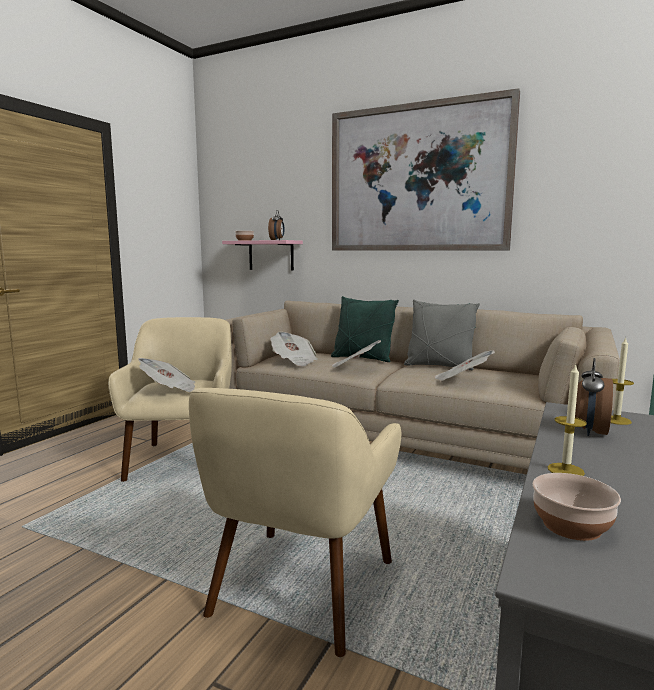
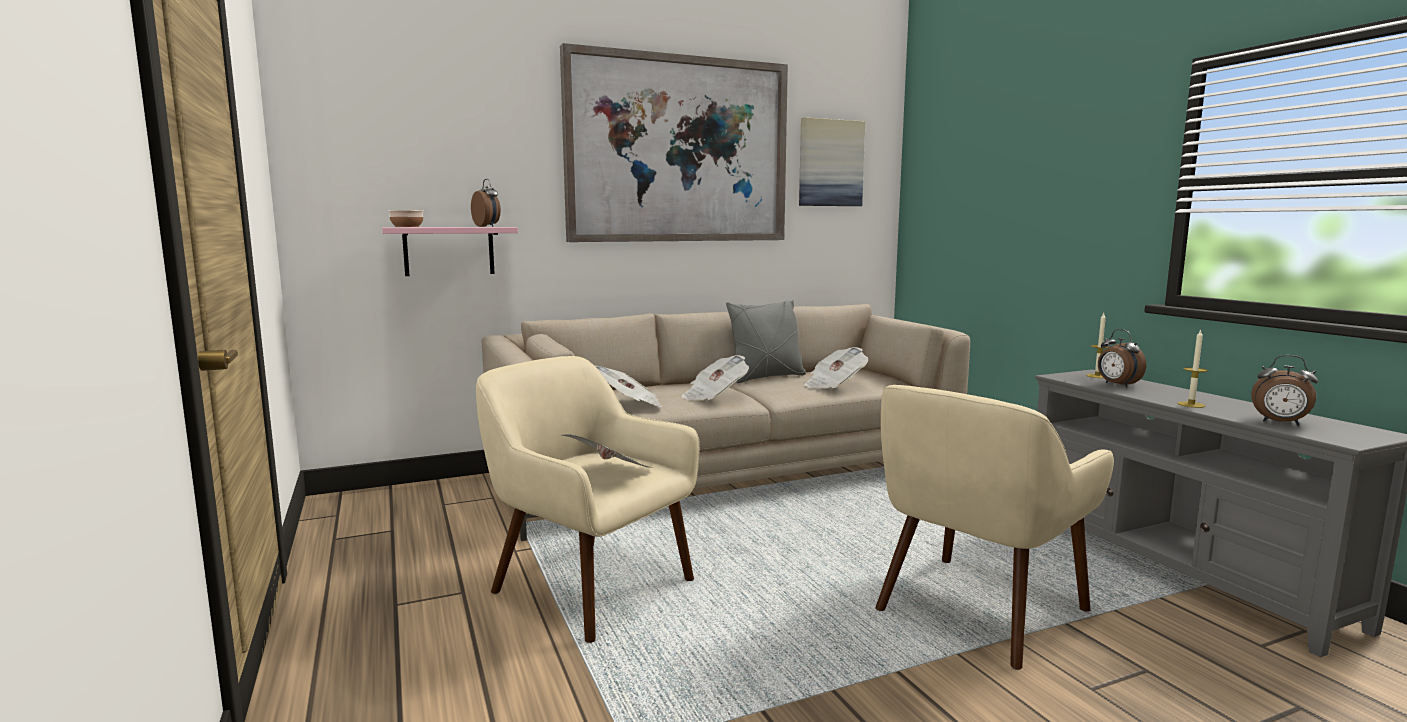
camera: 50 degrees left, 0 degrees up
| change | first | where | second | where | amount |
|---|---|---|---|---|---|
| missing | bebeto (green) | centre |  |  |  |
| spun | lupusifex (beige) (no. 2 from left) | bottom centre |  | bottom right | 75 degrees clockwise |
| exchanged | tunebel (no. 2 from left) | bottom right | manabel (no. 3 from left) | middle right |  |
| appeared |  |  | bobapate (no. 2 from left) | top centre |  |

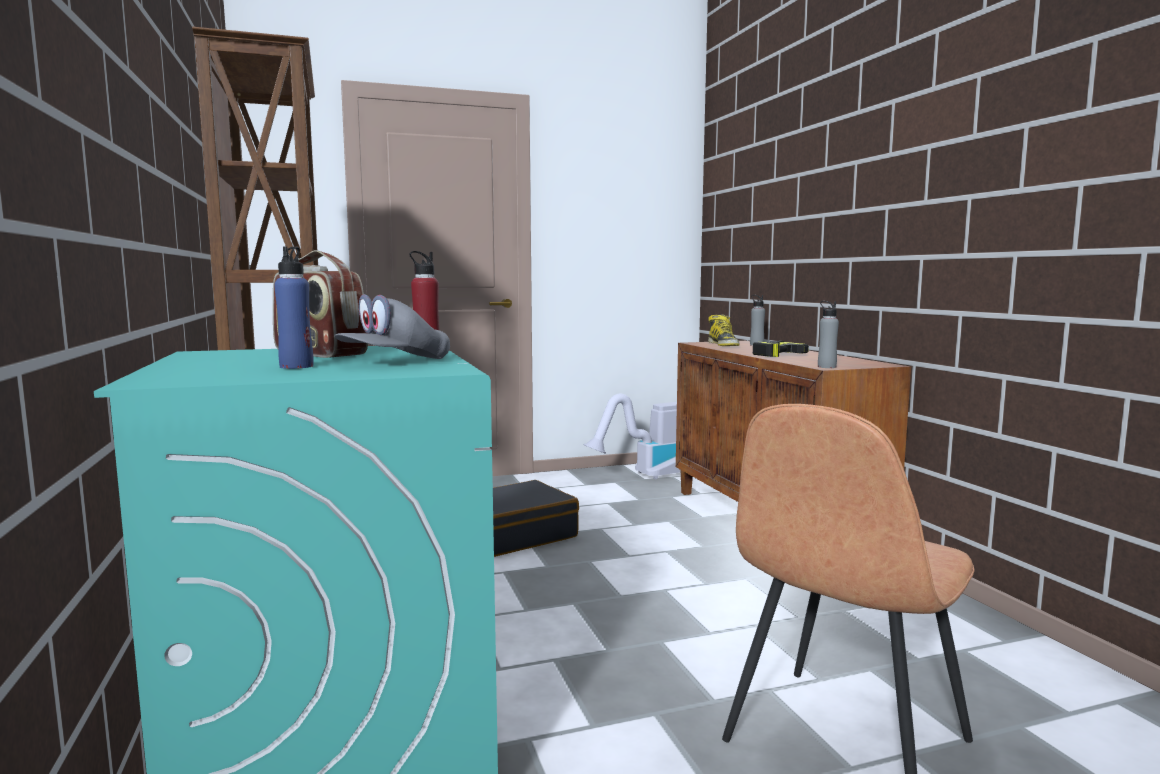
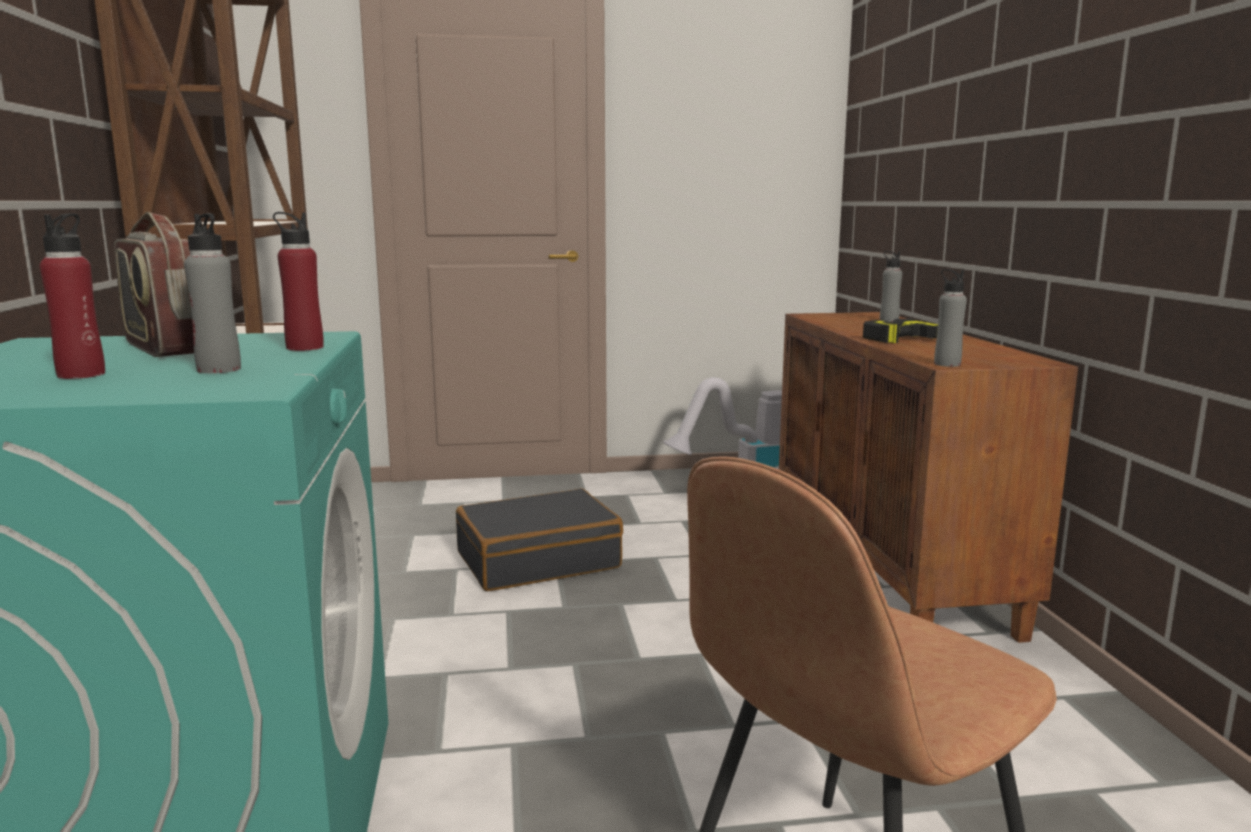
camera: 10 degrees right, 5 degrees up
| change | first | where | second | where | amount |
|---|---|---|---|---|---|
| colour | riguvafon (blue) | middle left | riguvafon (red) (no. 1 from left) | middle left |  |
| exchanged | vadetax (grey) | centre | riguvafon (grey) (no. 1 from left) | middle left |  |
| missing | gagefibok | centre |  |  |  |

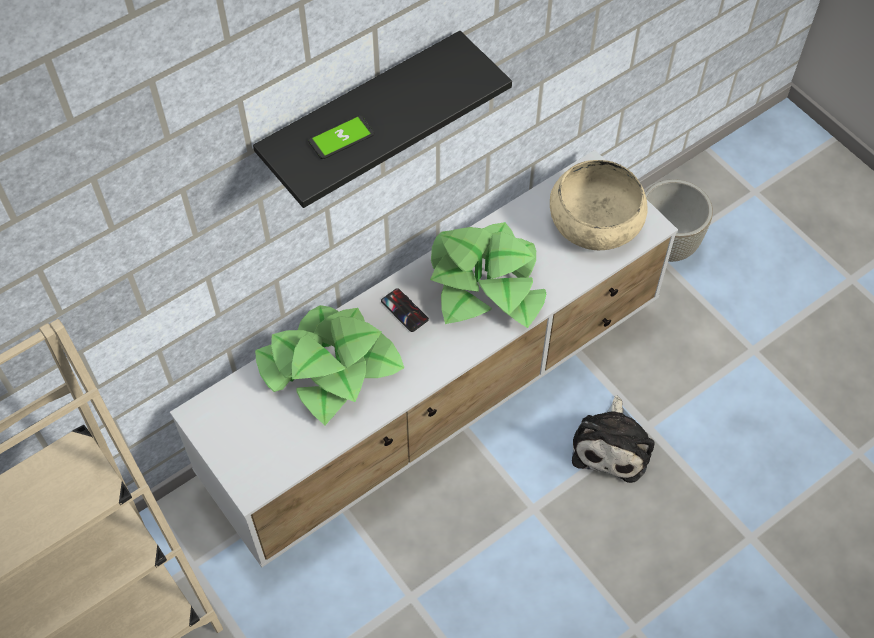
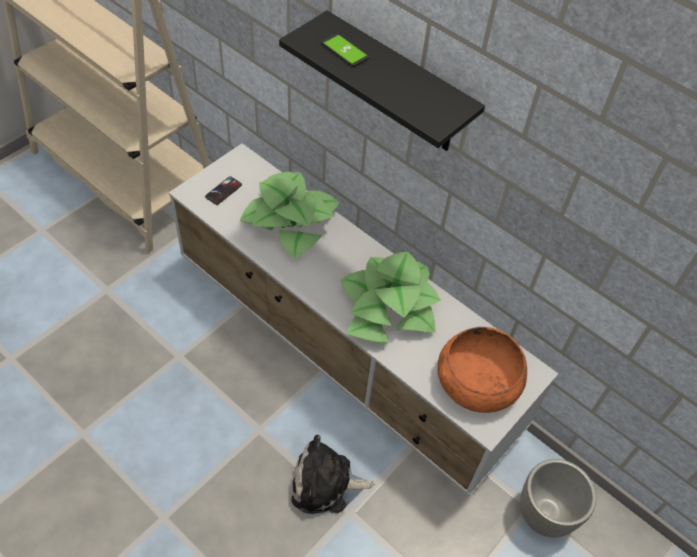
camera: 75 degrees right, 5 degrees down
| change | first | where | second | where | amount |
|---|---|---|---|---|---|
| colour | tunebel (beige) | top right | tunebel (orange) | middle right |  |
| relocated | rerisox (no. 2 from left in the first image) | centre | rerisox (no. 1 from left) | middle left |  |

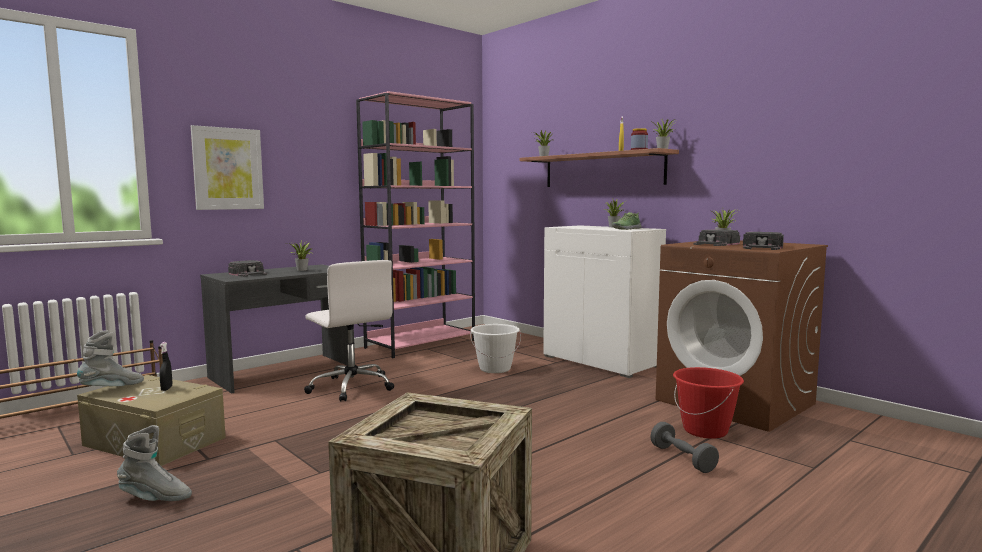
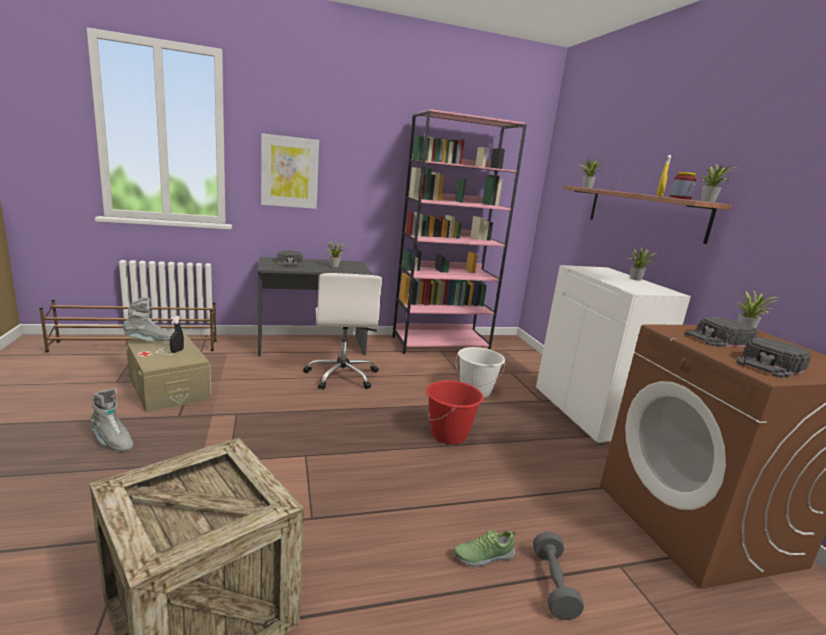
camera: 25 degrees right, 10 degrees up
| change | first | where | second | where | amount |
|---|---|---|---|---|---|
| relocated | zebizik | centre |  | bottom centre |  |
| relocated | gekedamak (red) | bottom right |  | centre |  |

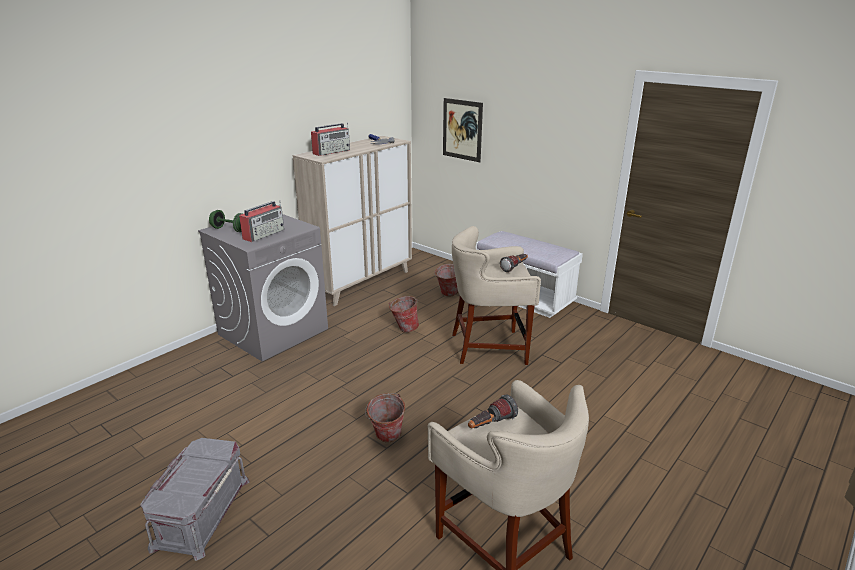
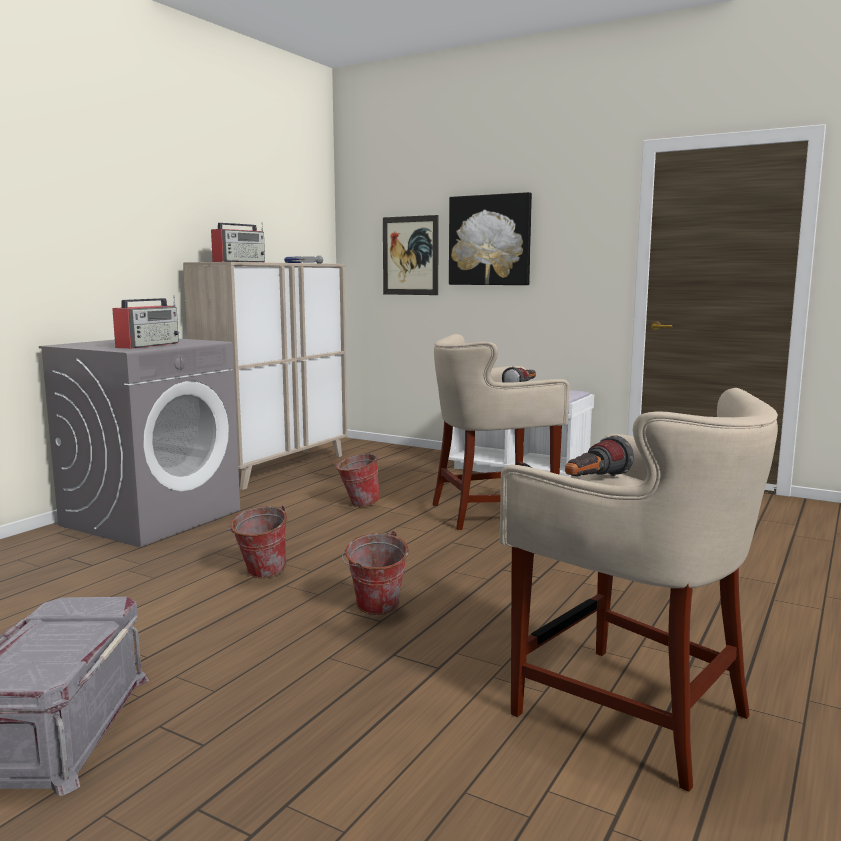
camera: 10 degrees left, 15 degrees down
| change | first | where | second | where | amount |
|---|---|---|---|---|---|
| missing | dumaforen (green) | middle left |  |  |  |
| relocated | gekedamak (no. 3 from left in the first image) | centre | gekedamak (no. 1 from left) | middle left |  |
| appeared |  |  | bobapate (no. 2 from left) | top centre |  |

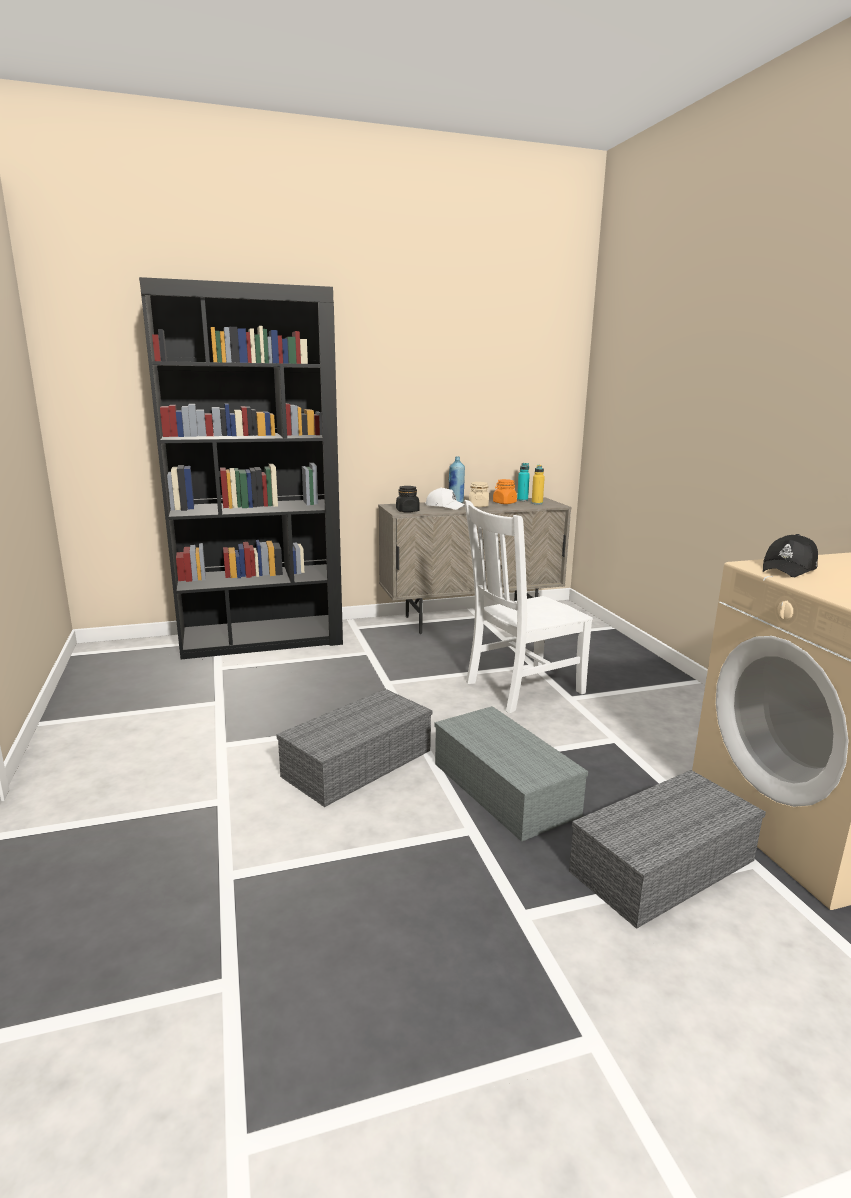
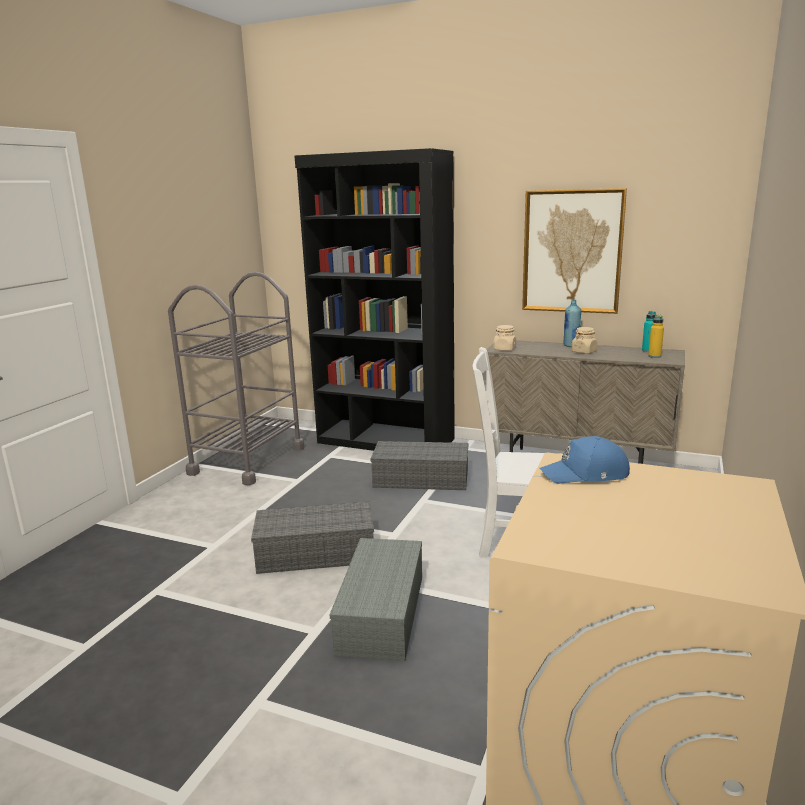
camera: 40 degrees right, 0 degrees up
| change | first | where | second | where | amount |
|---|---|---|---|---|---|
| missing | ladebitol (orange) | centre |  |  |  |
| colour | ladebitol (black) | centre | ladebitol (beige) (no. 1 from left) | centre |  |
| missing | vadetax (white) | centre |  |  |  |
| colour | vadetax (black) | middle right | vadetax (blue) | middle right |  |
| relocated | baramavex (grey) (no. 3 from left) | bottom right |  | centre |  |
| appeared |  |  | bobapate | top right |  |
| appeared |  |  | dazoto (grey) | middle left |  |

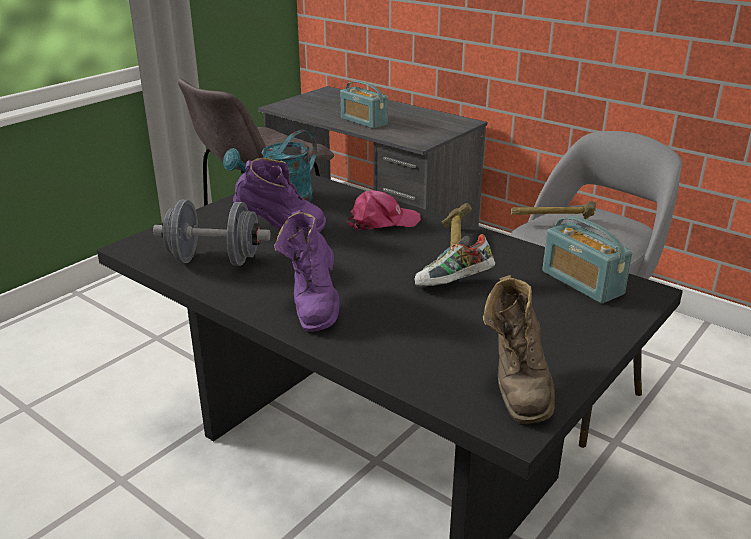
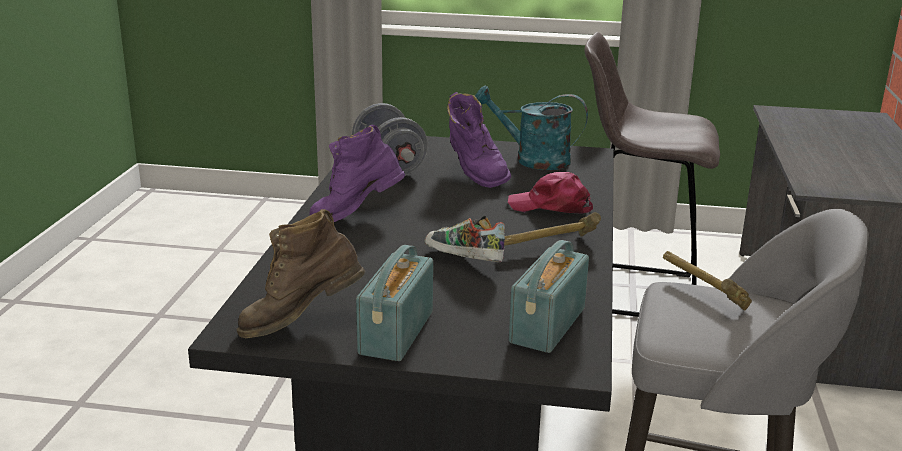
camera: 60 degrees right, 5 degrees down
| change | first | where | second | where | amount |
|---|---|---|---|---|---|
| relocated | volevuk (no. 1 from left) | top centre |  | bottom centre |  |
| spun | vadetax (pink) | centre |  | centre | 150 degrees clockwise |

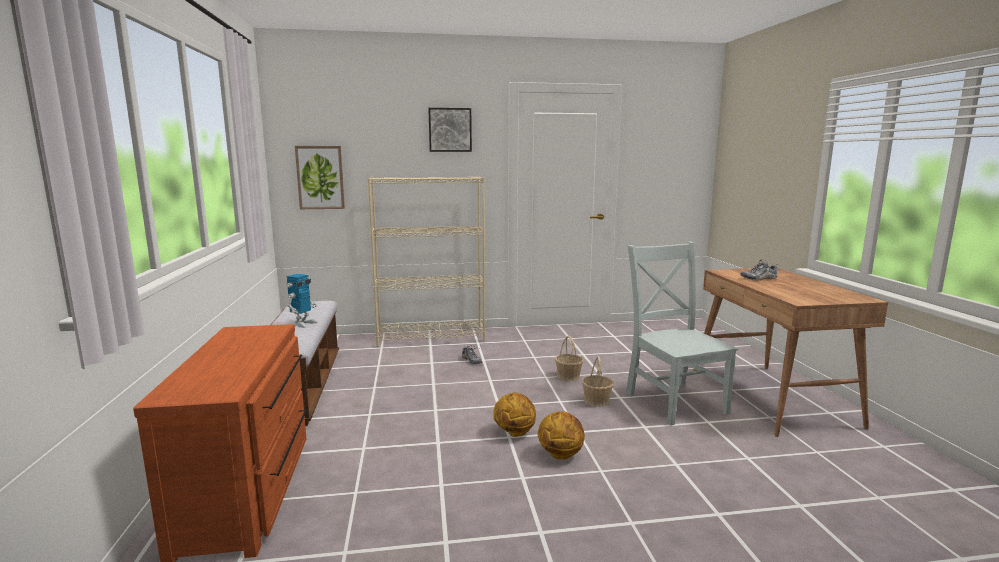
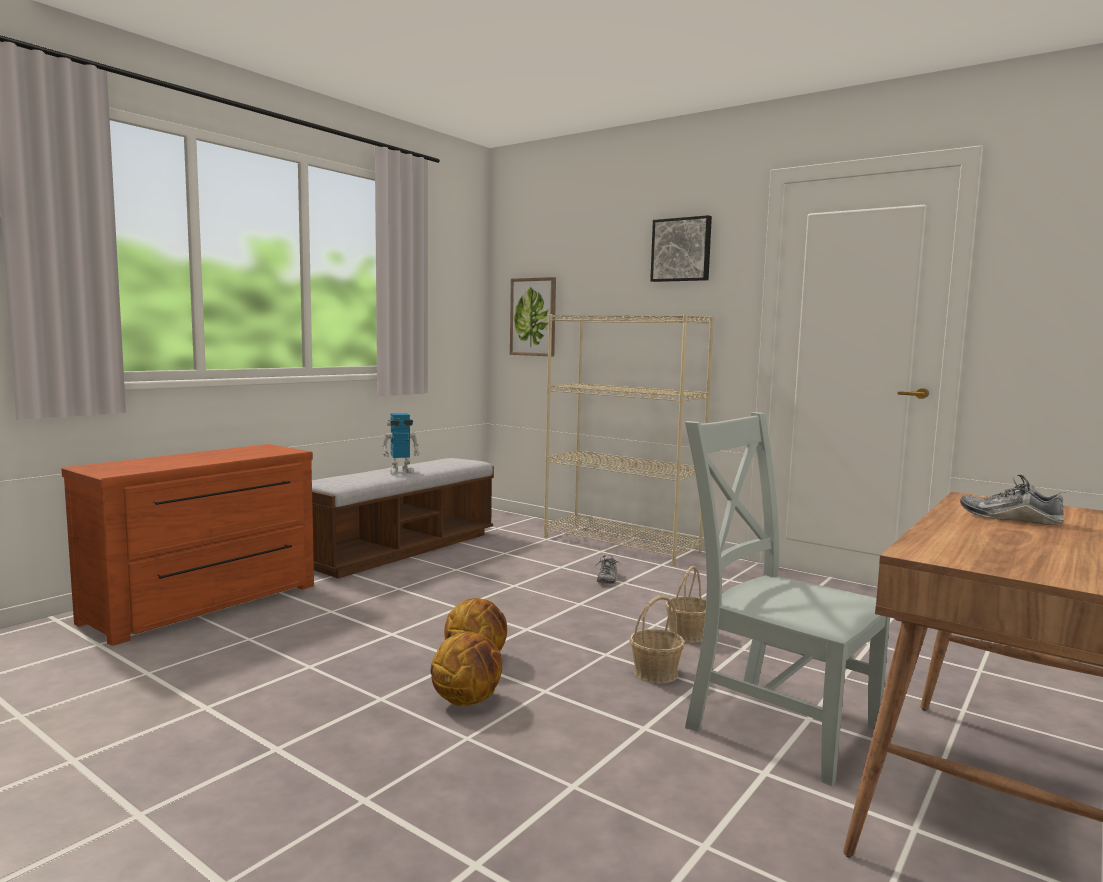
camera: 45 degrees right, 5 degrees down
| change | first | where | second | where | amount |
|---|---|---|---|---|---|
| spun | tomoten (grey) | middle right |  | bottom right | 75 degrees counterclockwise |

